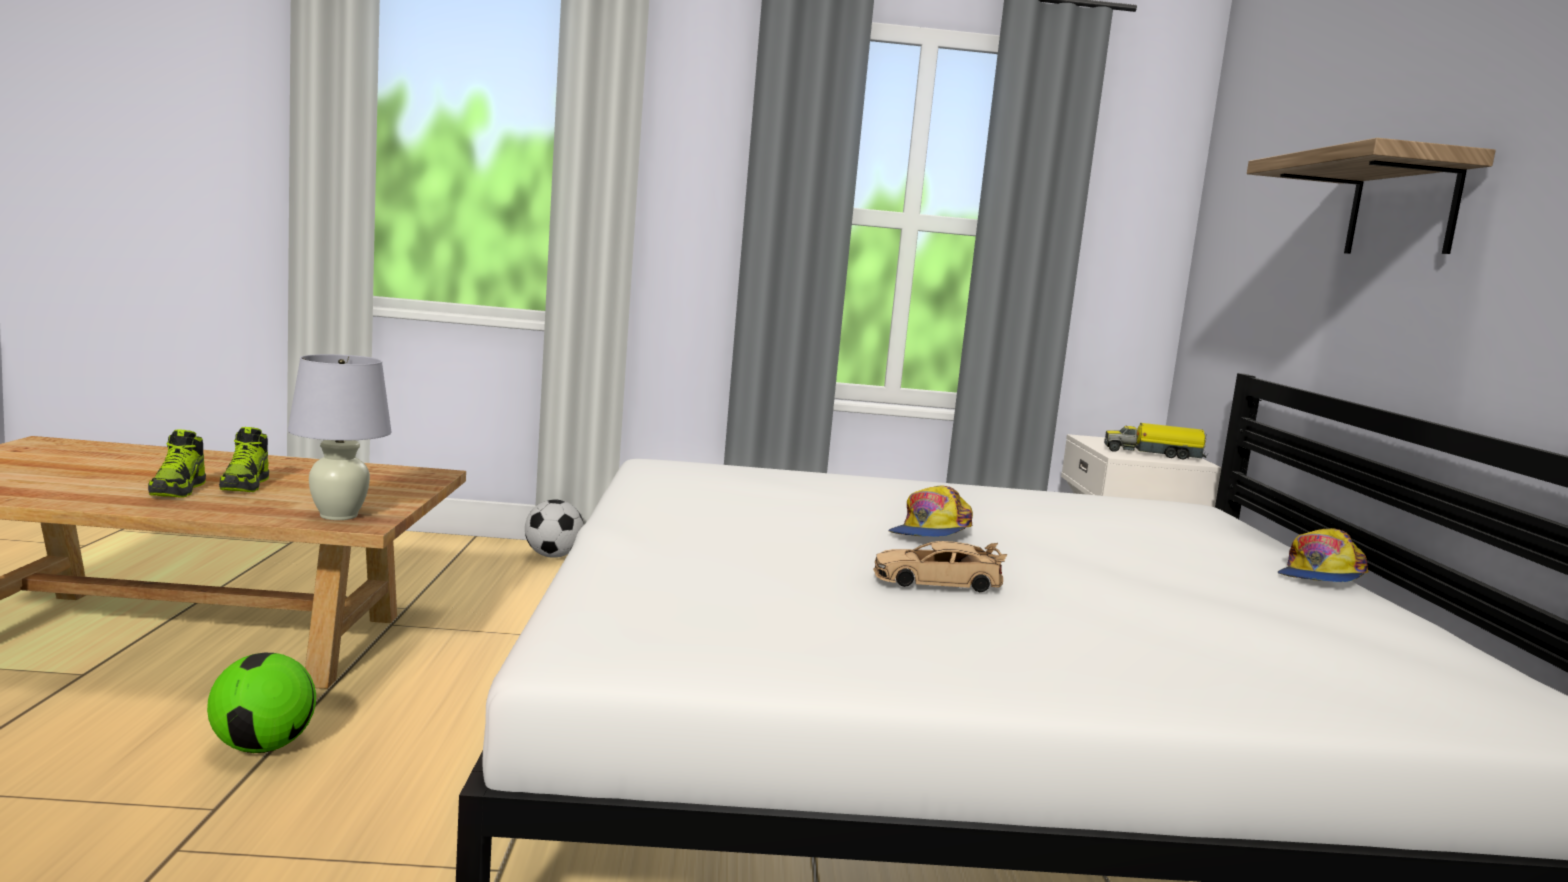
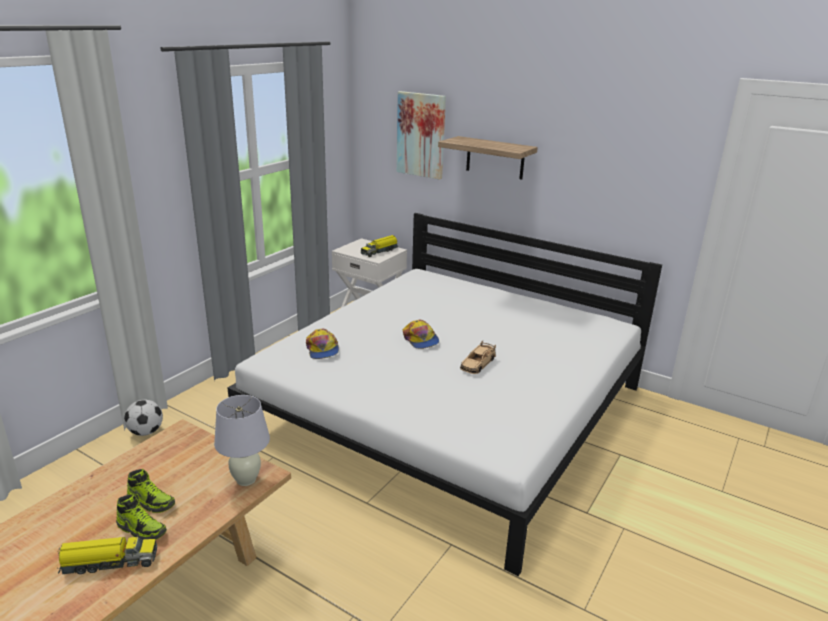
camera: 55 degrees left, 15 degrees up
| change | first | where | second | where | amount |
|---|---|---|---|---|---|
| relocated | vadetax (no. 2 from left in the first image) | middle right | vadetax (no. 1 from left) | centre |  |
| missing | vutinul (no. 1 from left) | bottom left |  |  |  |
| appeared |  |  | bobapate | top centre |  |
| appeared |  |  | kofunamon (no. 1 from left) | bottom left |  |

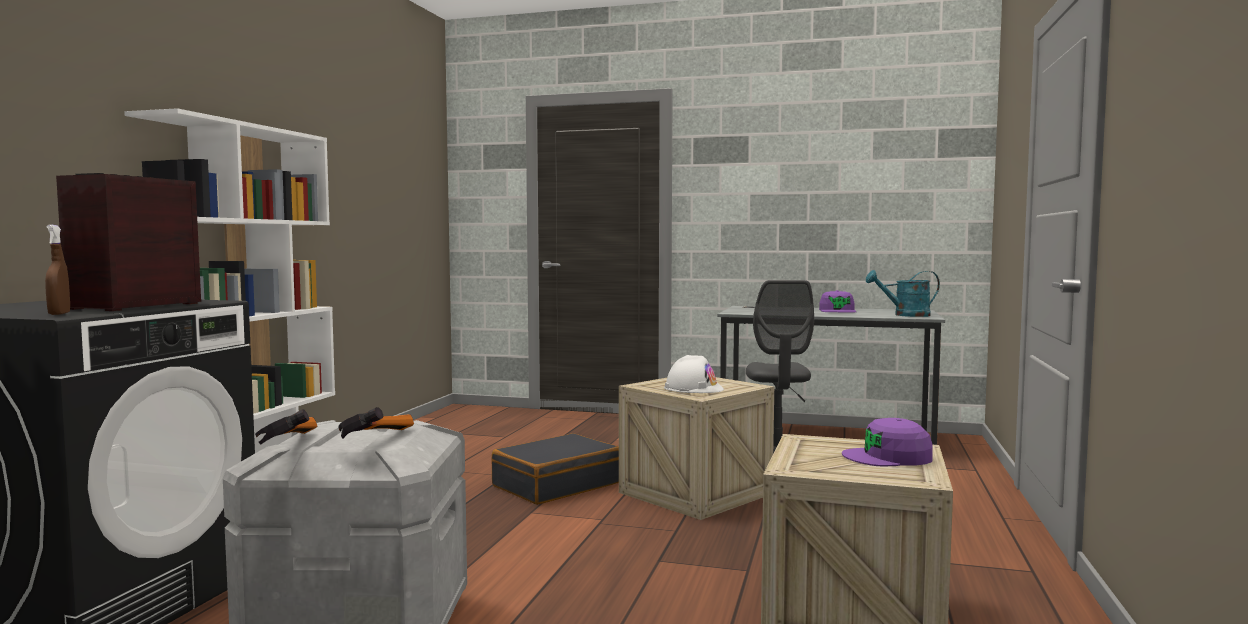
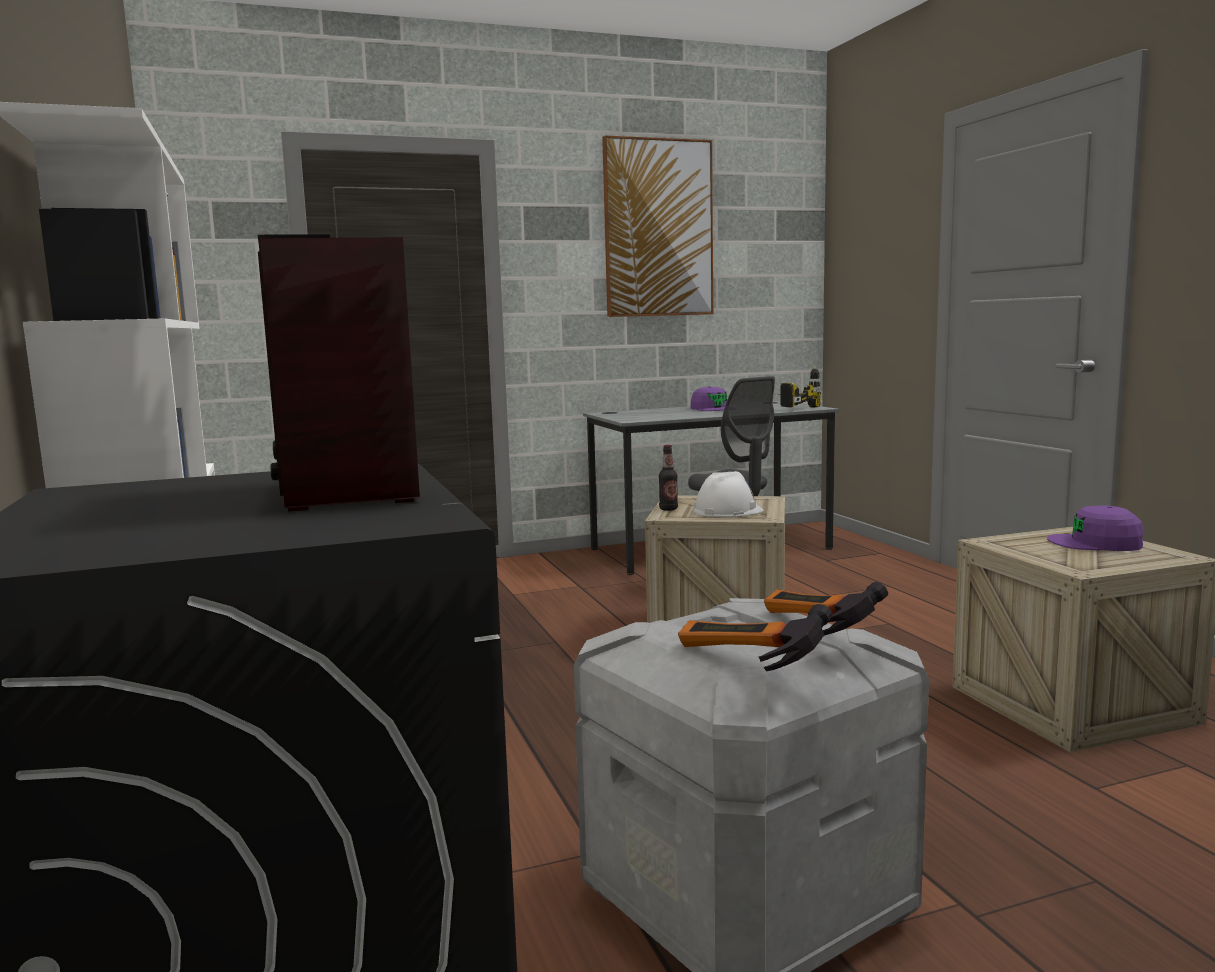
camera: 35 degrees left, 5 degrees up
| change | first | where | second | where | amount |
|---|---|---|---|---|---|
| missing | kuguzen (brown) | middle left |  |  |  |
| exchanged | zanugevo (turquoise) | middle right | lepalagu | centre |  |
| spun | vadetax (purple) (no. 2 from left) | bottom right |  | middle right | 60 degrees clockwise |
| missing | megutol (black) | bottom centre |  |  |  |
| appeared |  |  | bobapate | top centre |  |
| appeared |  |  | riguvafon | centre |  |

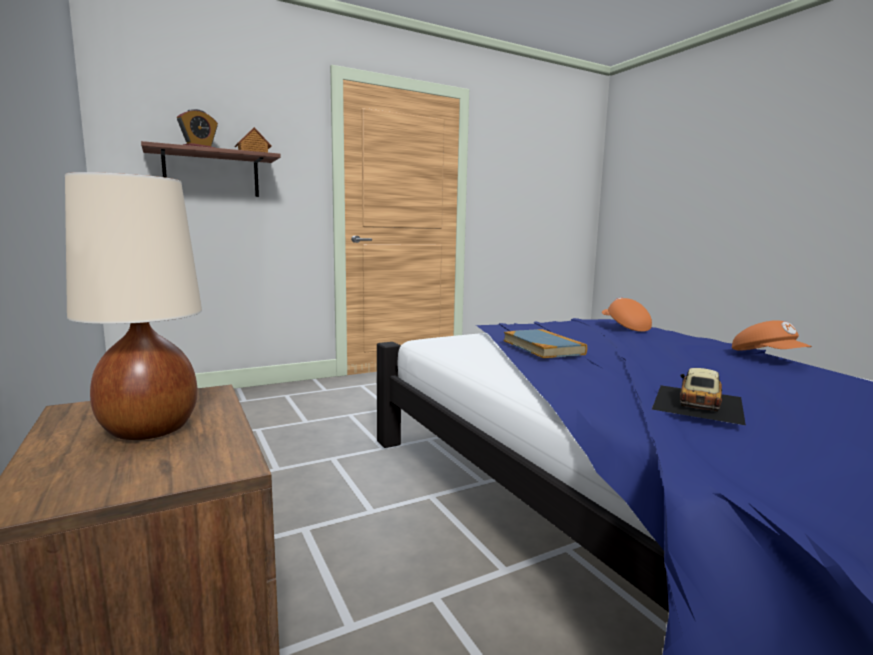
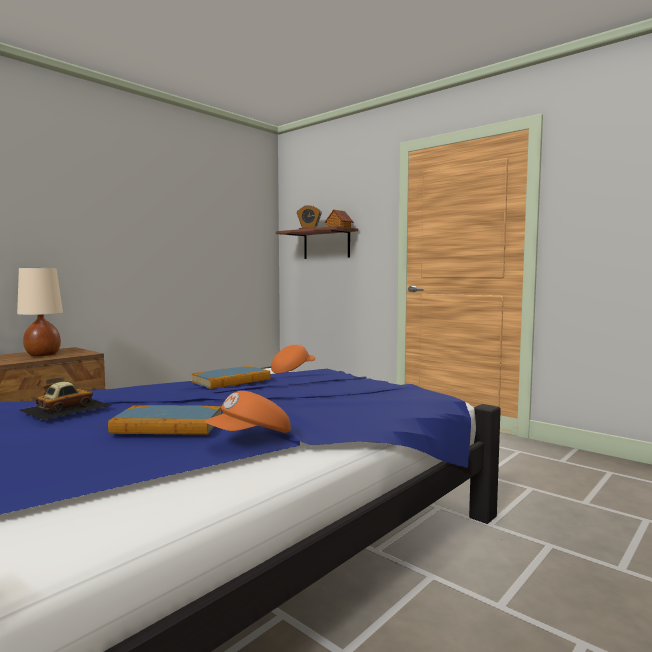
camera: 70 degrees right, 5 degrees down
| change | first | where | second | where | amount |
|---|---|---|---|---|---|
| relocated | vadetax (orange) (no. 1 from left in the first image) | middle right | vadetax (orange) (no. 2 from left) | centre |  |
| spun | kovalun | middle right |  | middle left | 60 degrees counterclockwise |
| appeared |  |  | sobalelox (no. 1 from left) | middle left |  |

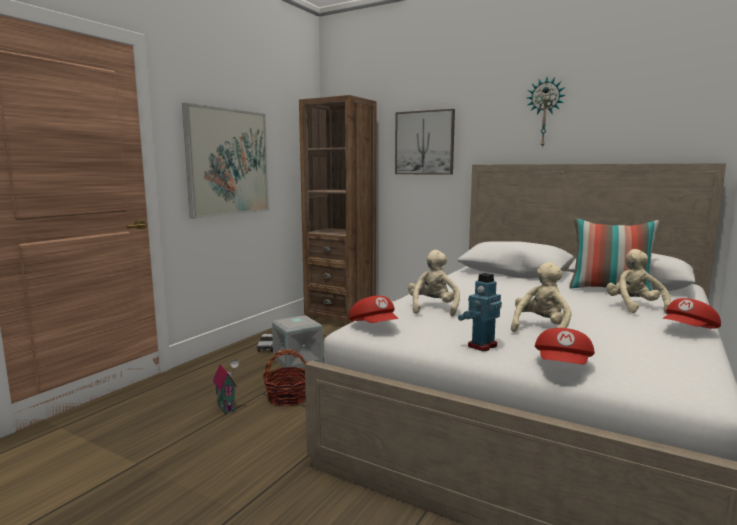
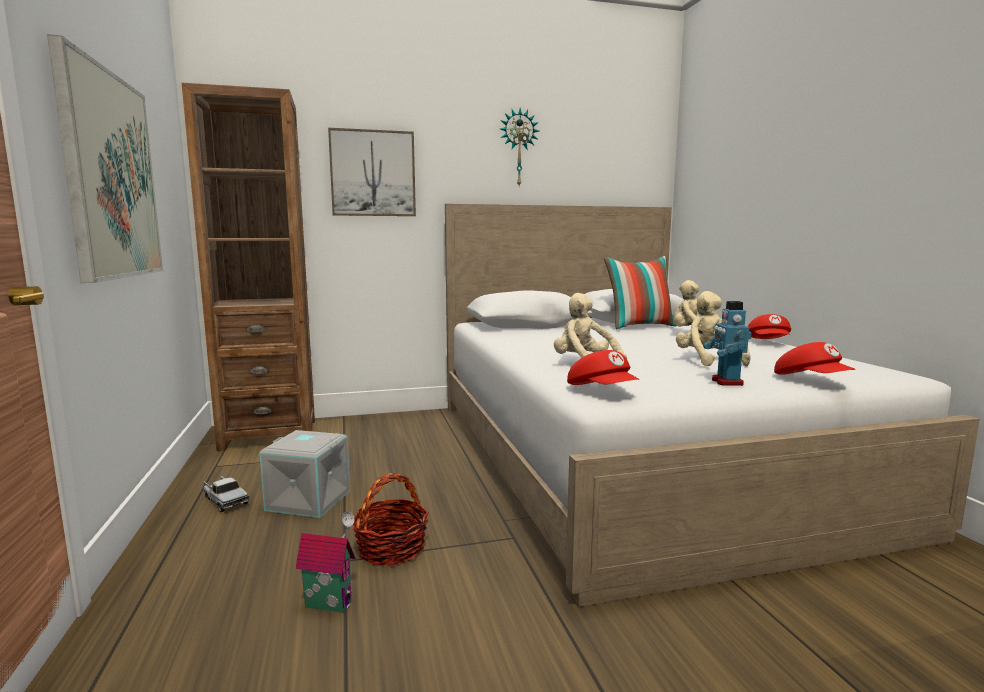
camera: 45 degrees left, 0 degrees up
| change | first | where | second | where | amount |
|---|---|---|---|---|---|
| spun | vadetax (red) (no. 1 from left) | centre |  | centre | 45 degrees clockwise |

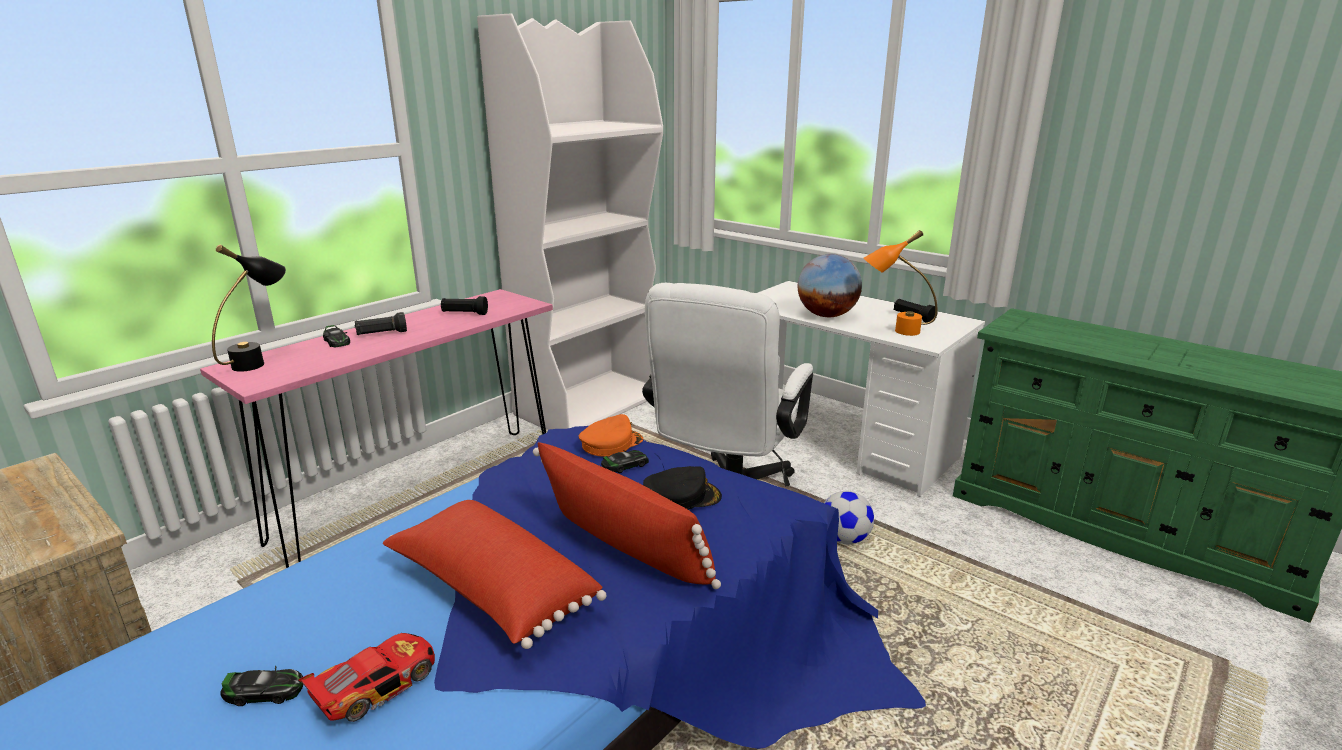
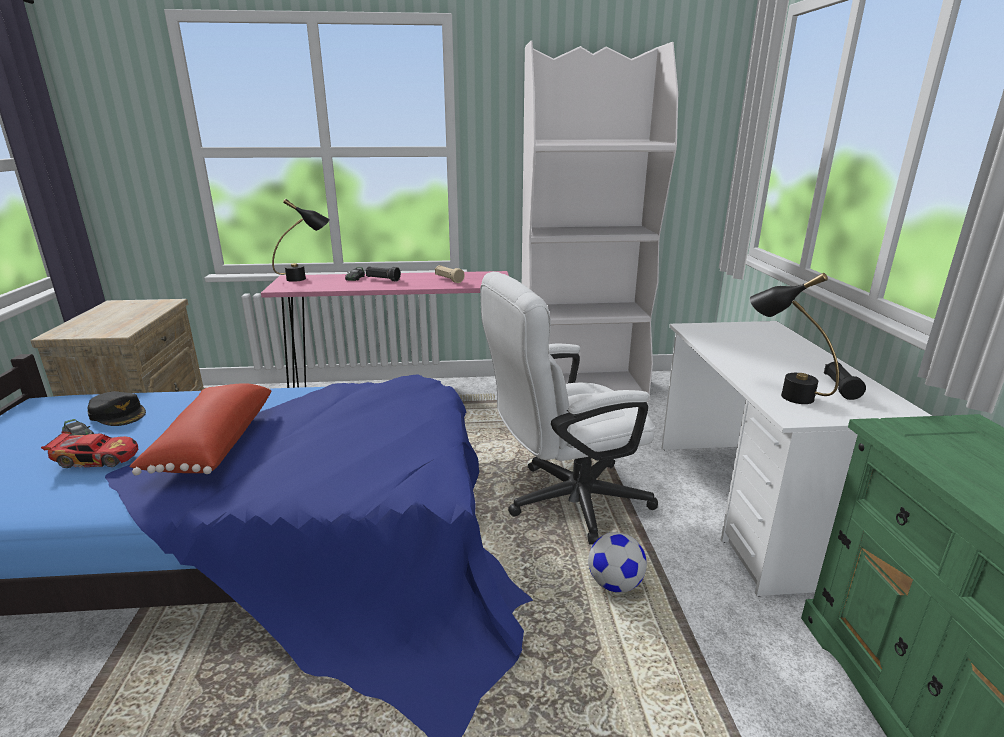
camera: 45 degrees right, 0 degrees up
| change | first | where | second | where | amount |
|---|---|---|---|---|---|
| colour | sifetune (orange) | middle right | sifetune (black) (no. 2 from left) | middle right |  |
| missing | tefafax | centre |  |  |  |
| colour | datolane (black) (no. 2 from left) | centre | datolane (beige) | centre |  |
| missing | vadetax (orange) | centre |  |  |  |
| missing | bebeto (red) (no. 2 from left) | bottom centre |  |  |  |
| missing | kovalun (no. 4 from left) | centre |  |  |  |
| relocated | vadetax (black) | centre |  | middle left |  |

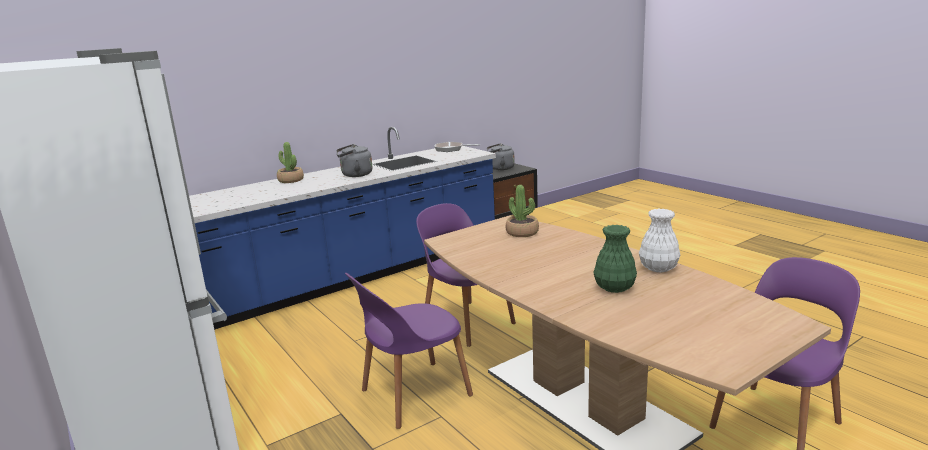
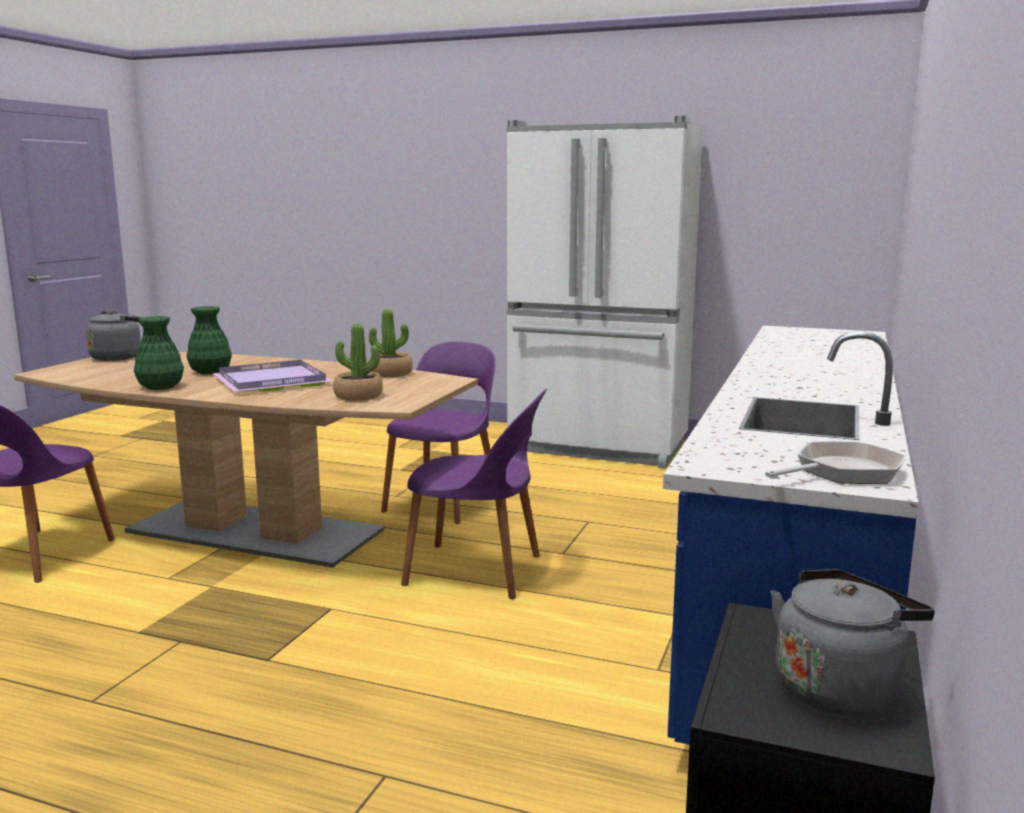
camera: 145 degrees right, 5 degrees down
| change | first | where | second | where | amount |
|---|---|---|---|---|---|
| relocated | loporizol (no. 1 from left in the first image) | middle left | loporizol (no. 2 from left) | centre |  |
| relocated | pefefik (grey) (no. 1 from left) | centre |  | middle left |  |
| colour | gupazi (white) | middle right | gupazi (green) (no. 1 from left) | middle left |  |
| appeared |  |  | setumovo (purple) | middle left |  |

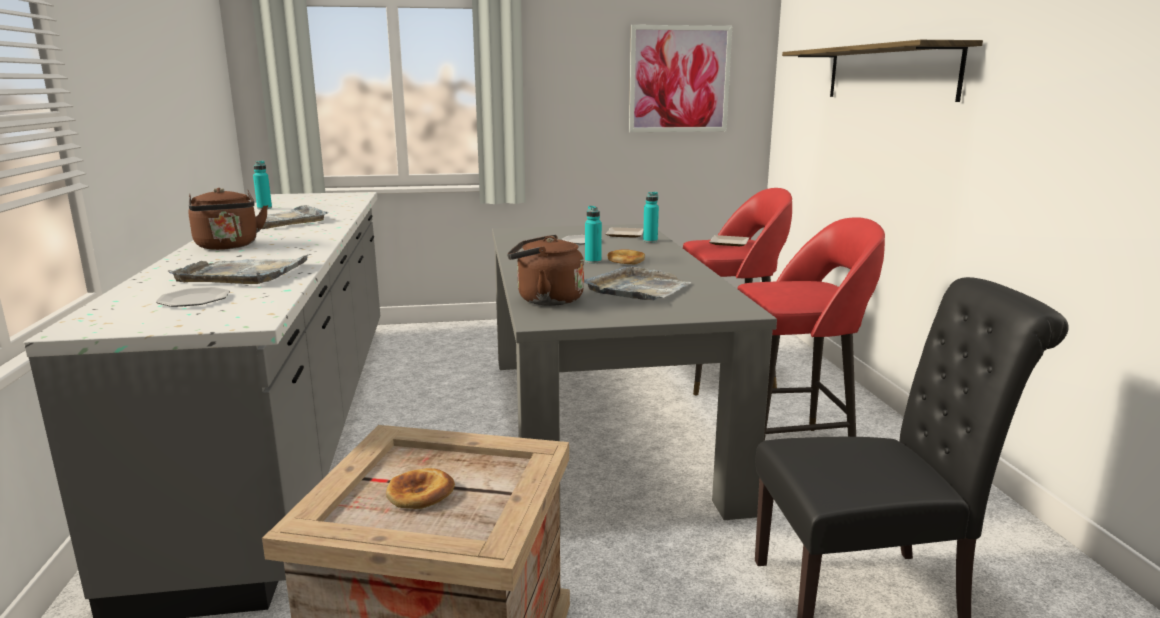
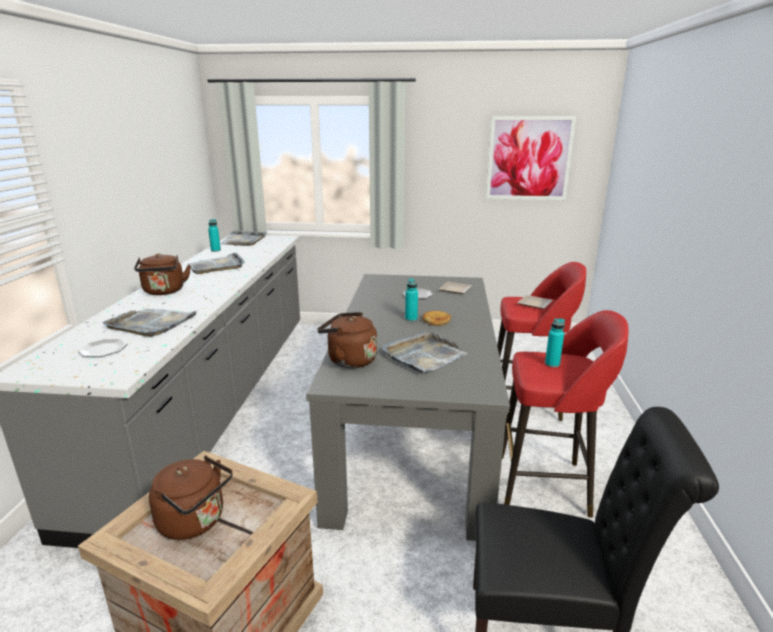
camera: 15 degrees right, 5 degrees up
| change | first | where | second | where | amount |
|---|---|---|---|---|---|
| missing | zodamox | top right |  |  |  |
| relocated | riguvafon (turquoise) (no. 3 from left) | centre |  | middle right |  |
| exchanged | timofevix (no. 1 from left) | bottom centre | pefefik (brown) (no. 2 from left) | bottom left |  |
| appeared |  |  | setumovo (grey) (no. 3 from left) | middle left |  |

